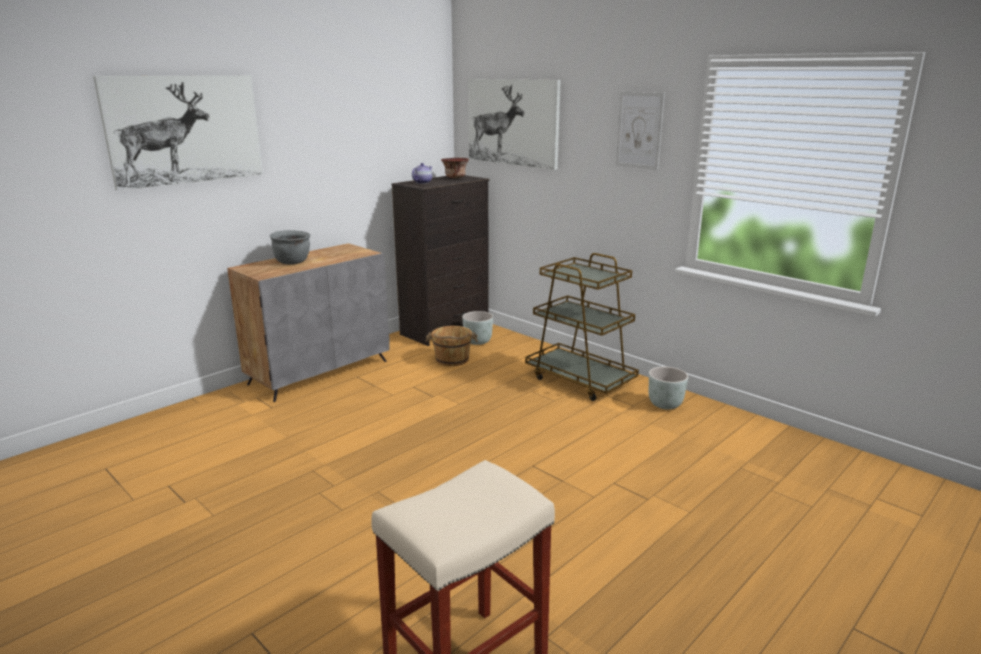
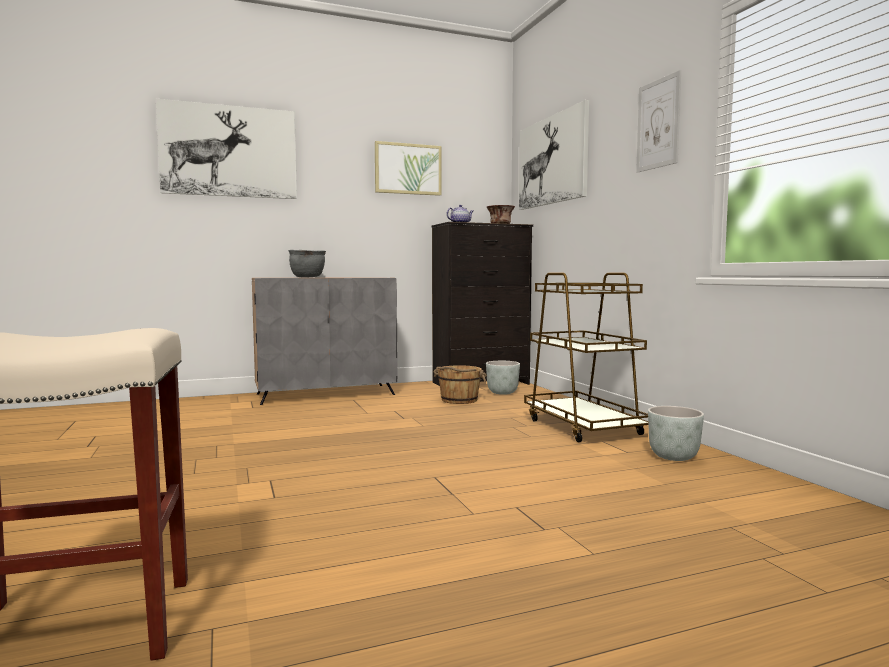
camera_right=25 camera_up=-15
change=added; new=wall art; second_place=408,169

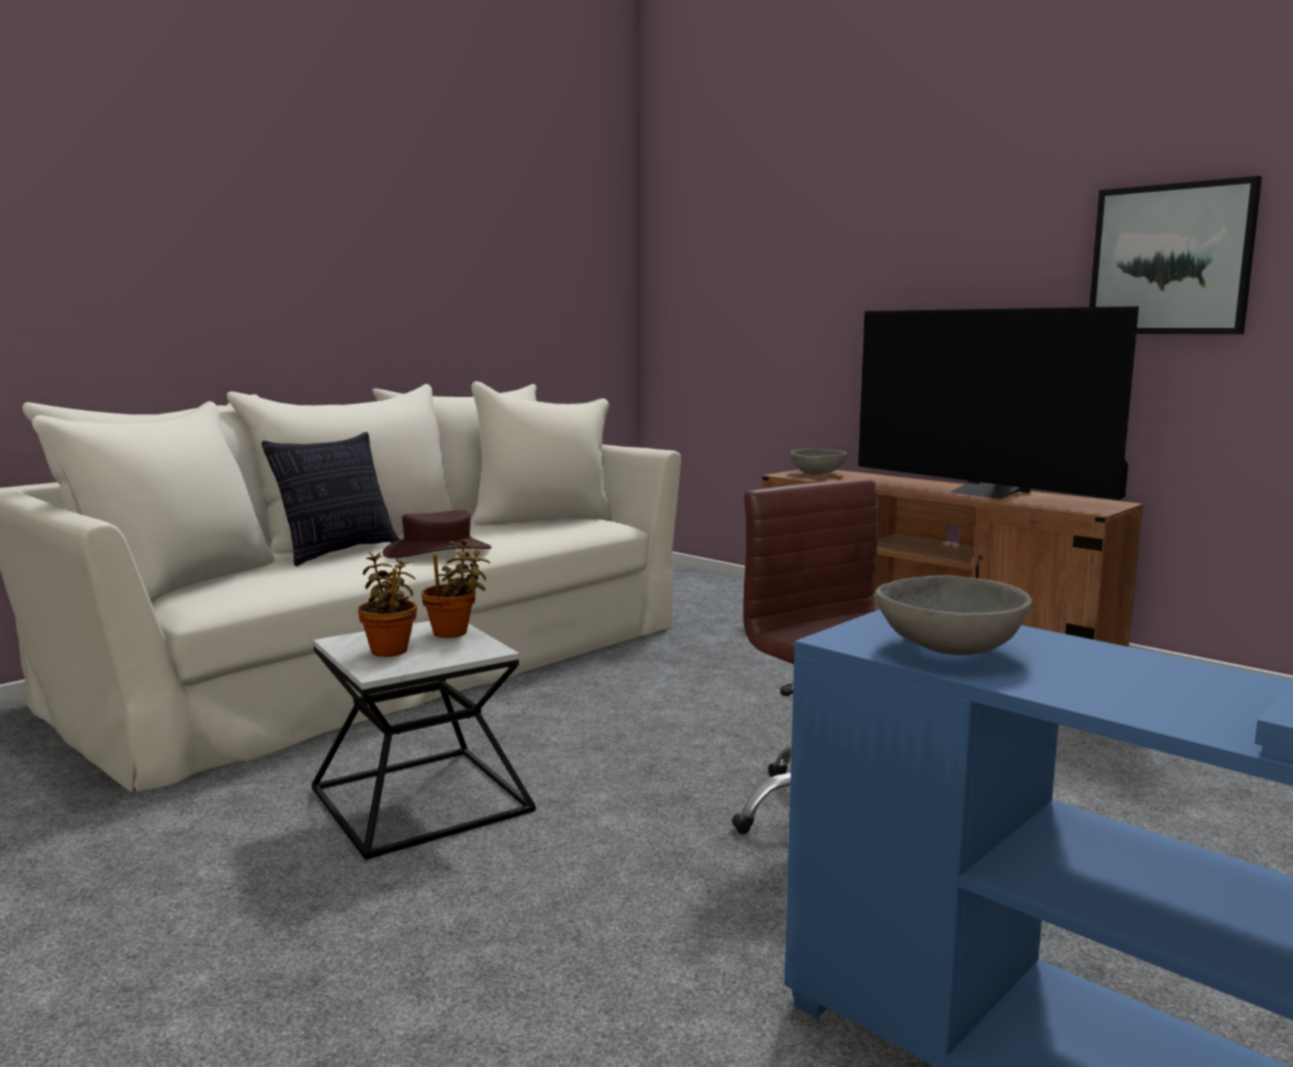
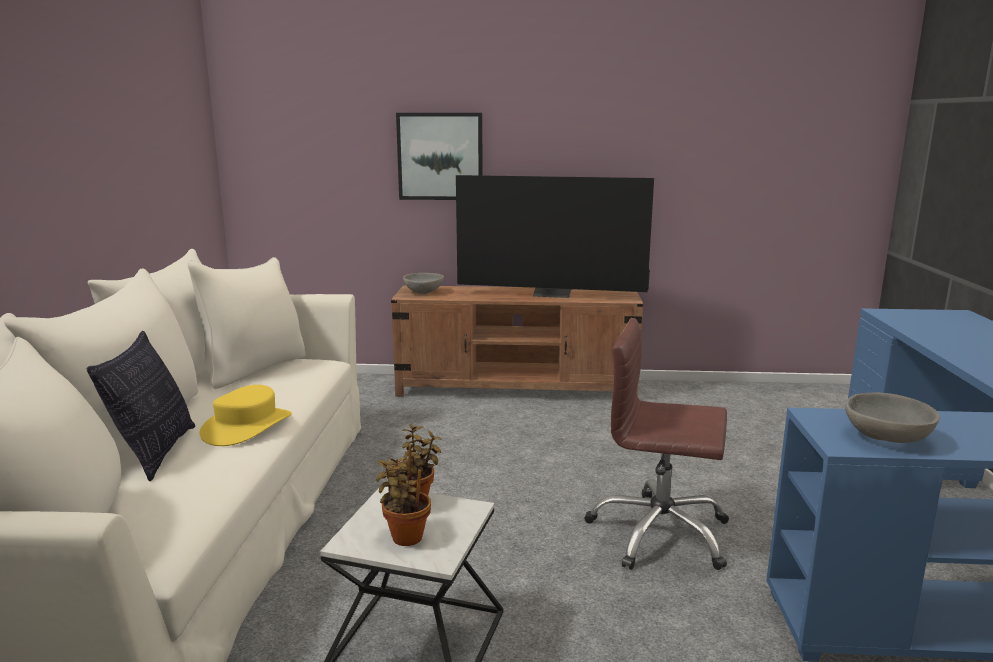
camera_right=-40 camera_up=5
change=recoloured; old=brown wearable hat; new=yellowish wearable hat; first_place=437,551; second_place=247,426
change=moved; old=wall art; first_place=1171,260; second_place=440,156

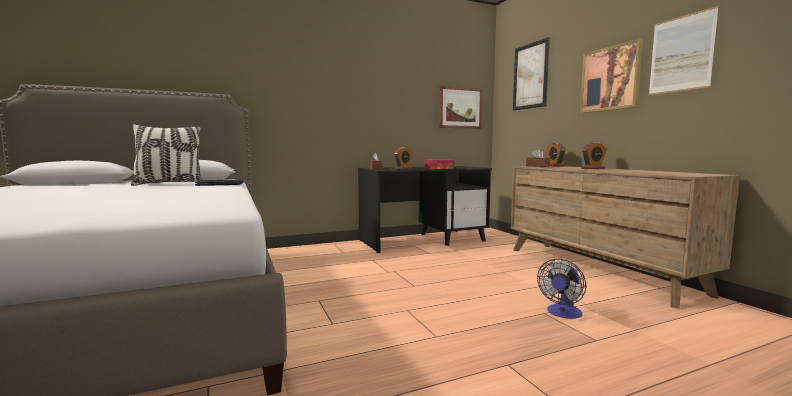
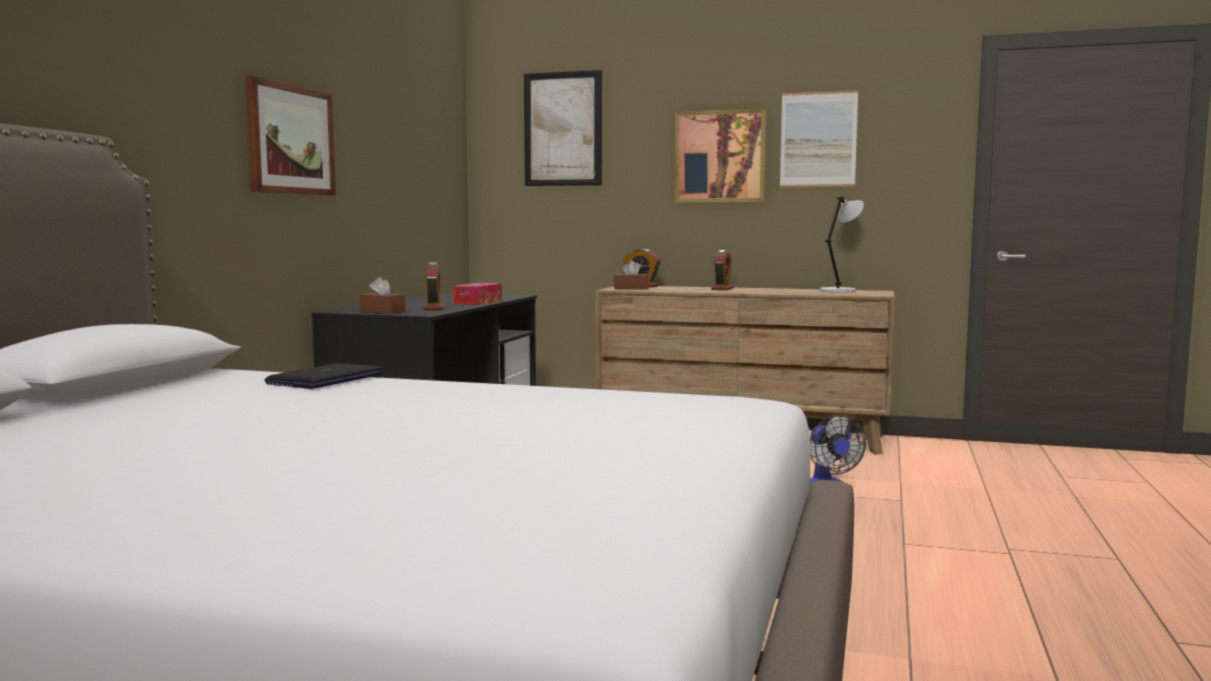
camera_right=-50 camera_up=0
change=moved; old=wall art; first_place=460,108; second_place=290,140
change=added; new=greyish table lamp; second_place=839,291
change=removed; old=throw pillow; first_place=169,183

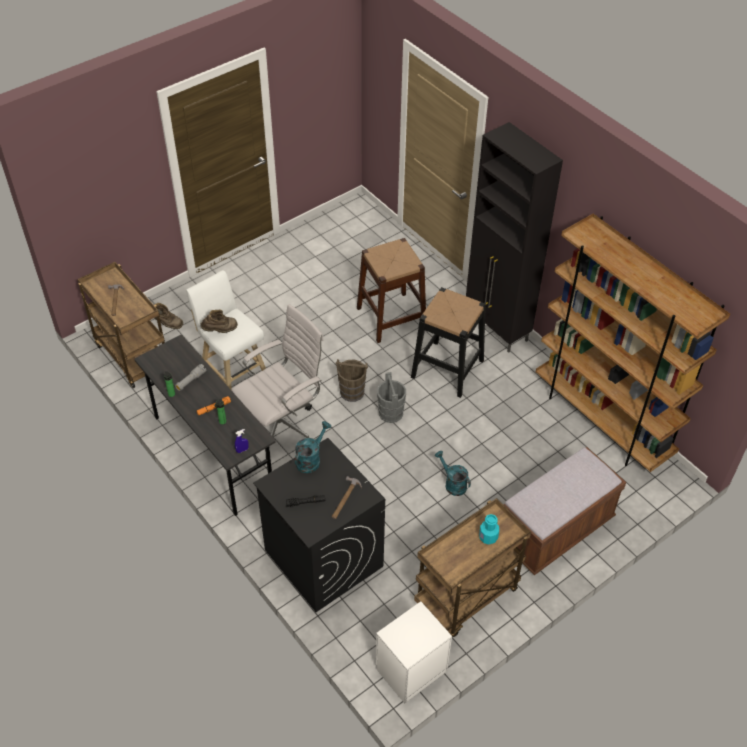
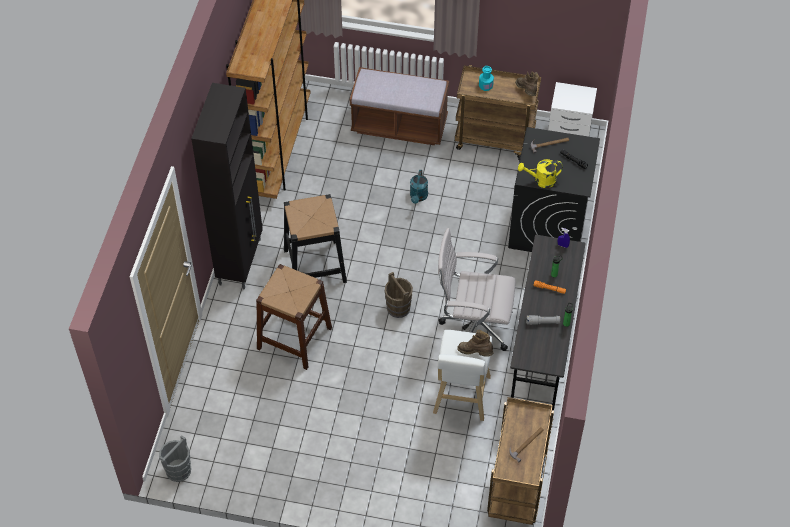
camera_right=-130 camera_up=5
change=moved; old=greyish pail; first_place=390,413; second_place=178,470
change=moved; old=brown high-top boot; first_place=167,323; second_place=526,92
change=recoloured; old=turquoise sprinkling can; new=yellowish sprinkling can; first_place=311,459; second_place=541,181

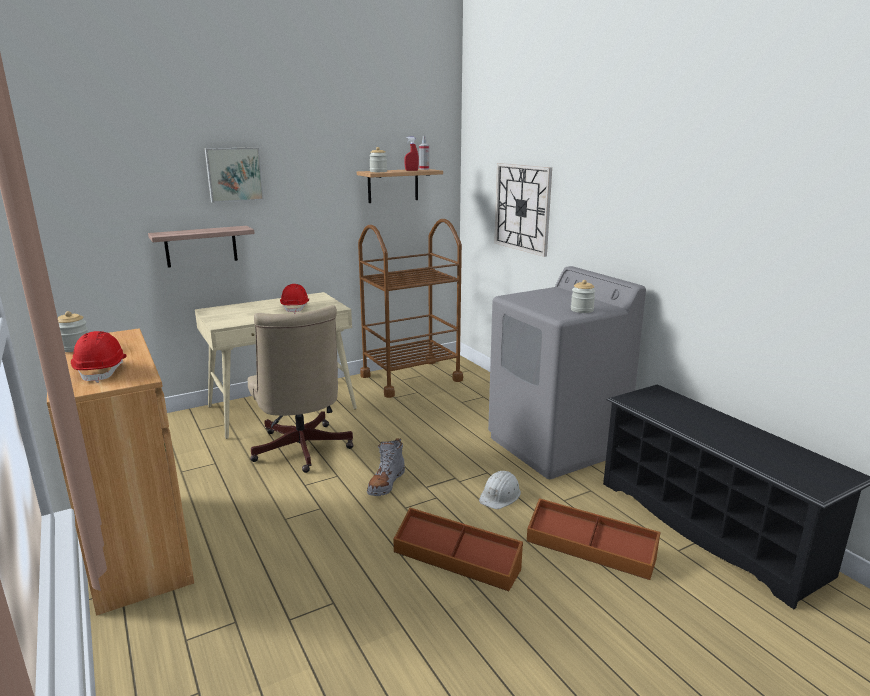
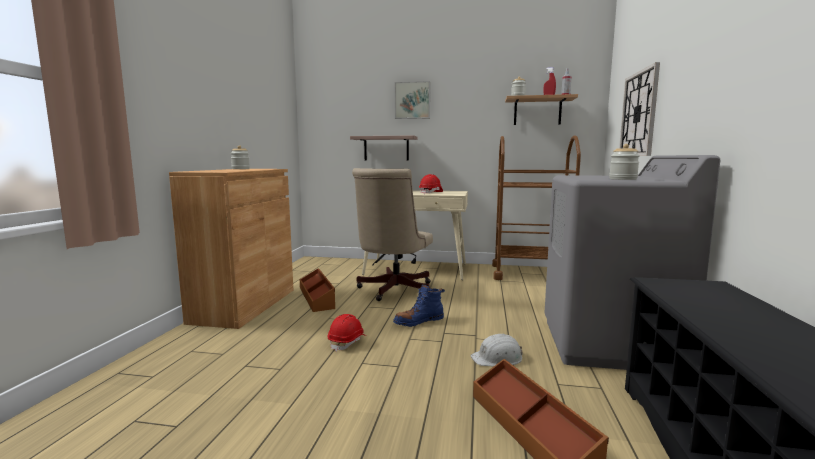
camera_right=40 camera_up=-10
change=moved; old=brown storage container; first_place=457,559; second_place=317,297
change=moved; old=reddish hard hat; first_place=102,371; second_place=347,342
change=recoloured; old=greyish high-top boot; new=blue high-top boot; first_place=386,483; second_place=419,321

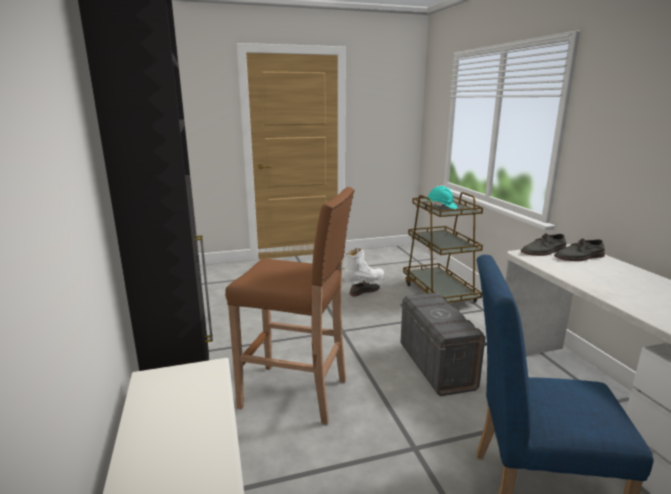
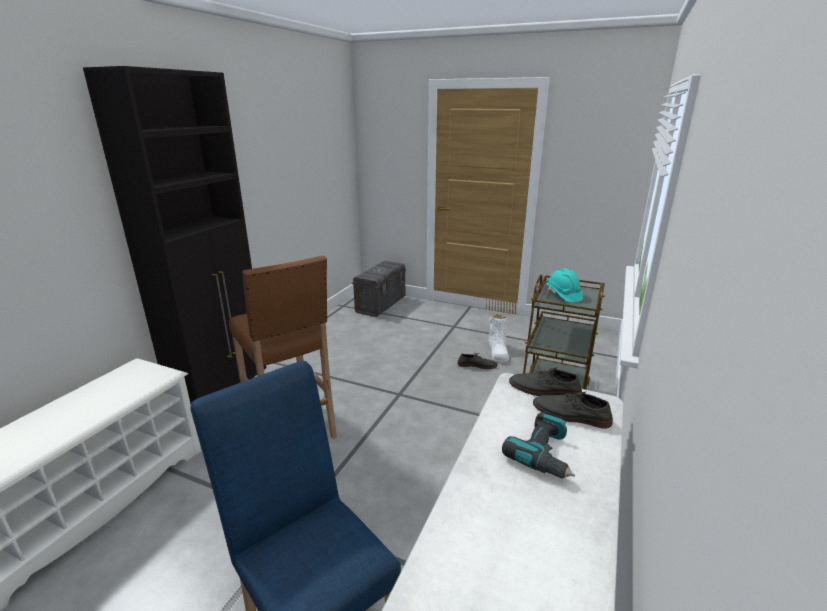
camera_right=40 camera_up=5
change=moved; old=greyish storage container; first_place=436,365; second_place=381,304
change=turned; old=white-coloured high-top boot; first_place=364,278; second_place=498,351; degrees=60
change=added; new=electric drill; second_place=544,454

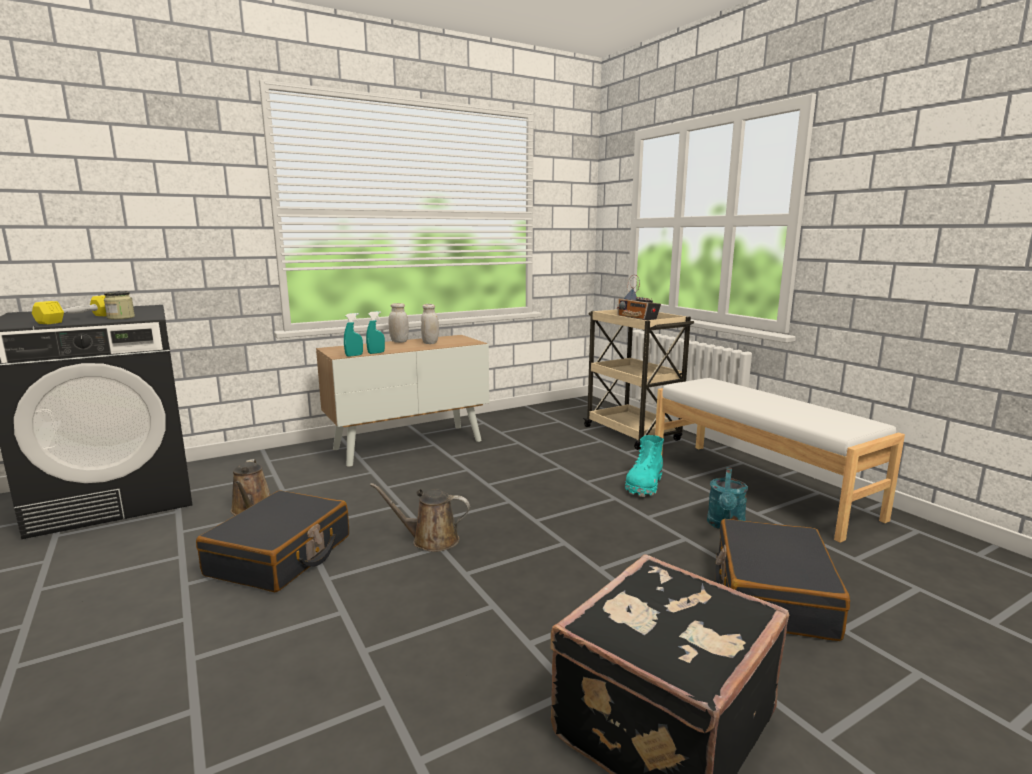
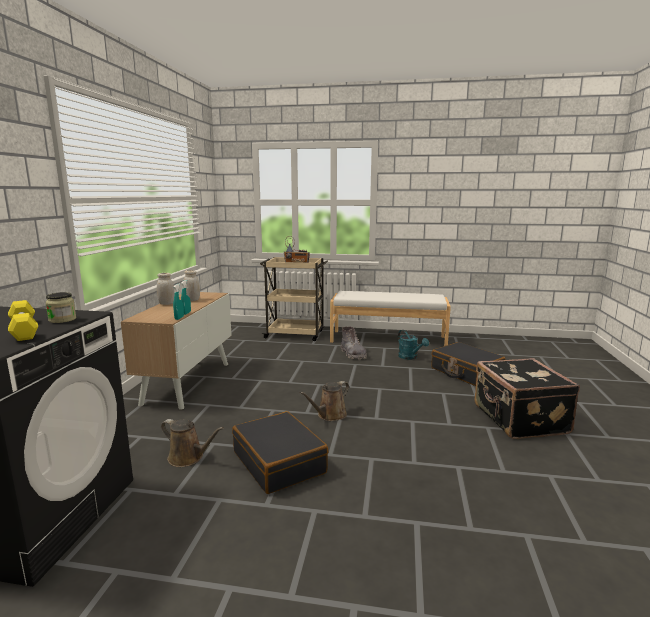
camera_right=-50 camera_up=0
change=recoloured; old=turquoise high-top boot; new=greyish high-top boot; first_place=644,485; second_place=353,354

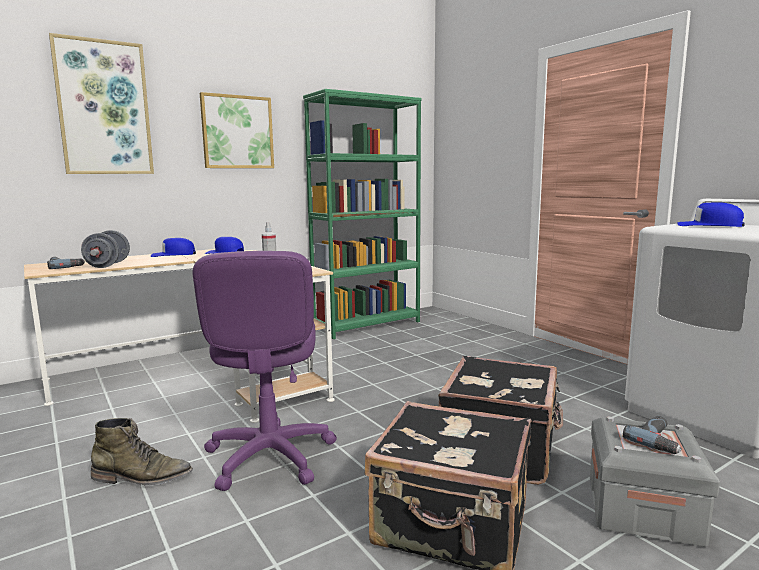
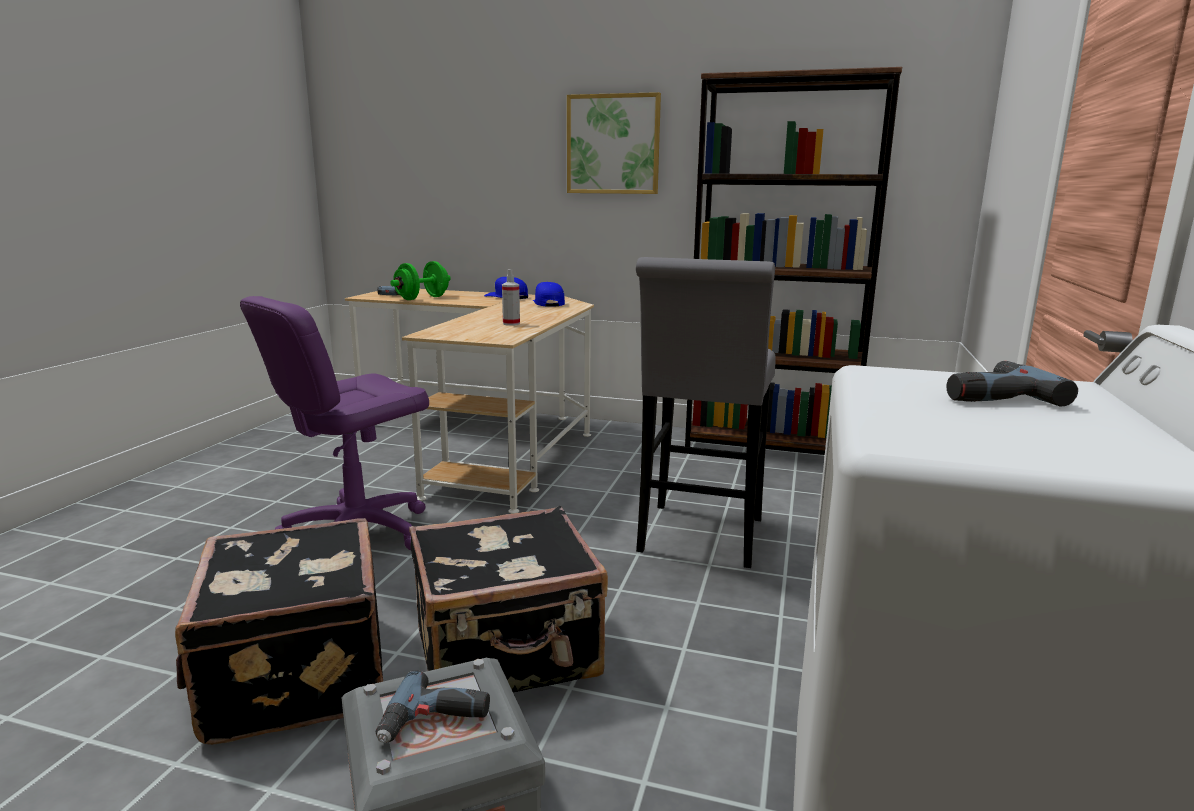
camera_right=50 camera_up=5
change=recoloured; old=greyish hand weight; new=green hand weight; first_place=108,265; second_place=422,298
change=added; new=greyish stool seat; second_place=699,539
change=recoloured; old=green bookshelf; new=brown bookshelf; first_place=367,325; second_place=769,447
change=replaced; old=blue baseball cap; new=electric drill; first_place=709,226; second_place=990,394
change=removed; old=wall art; first_place=104,108
change=removed; old=green high-top boot; first_place=142,477

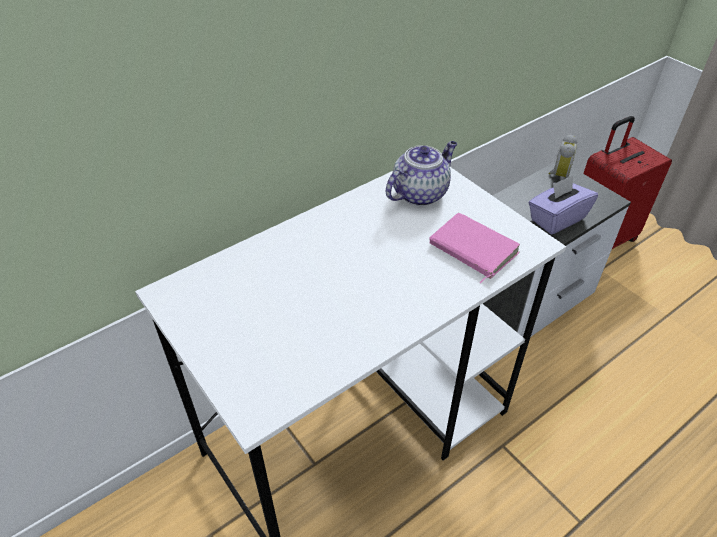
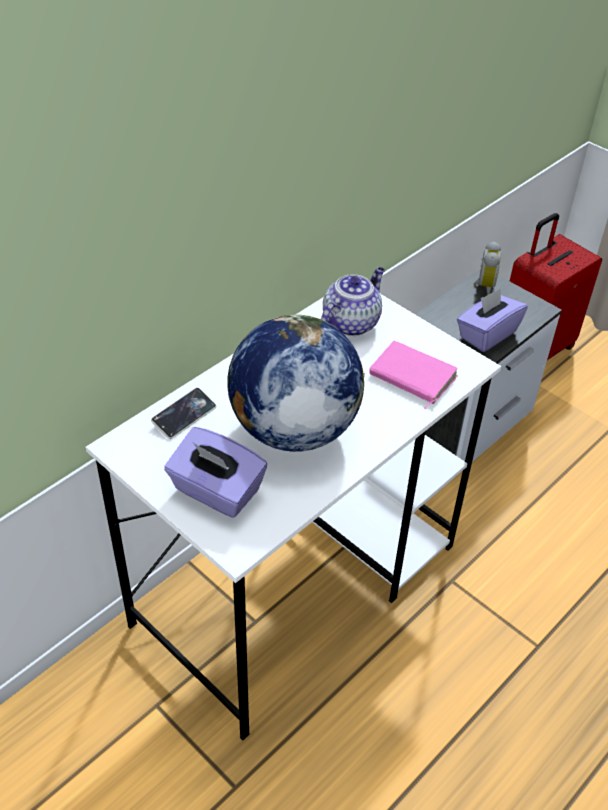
camera_right=-10 camera_up=0
change=added; new=telephone; second_place=184,416
change=added; new=purple-coloured tissue holder; second_place=216,491
change=added; new=world globe; second_place=293,429

